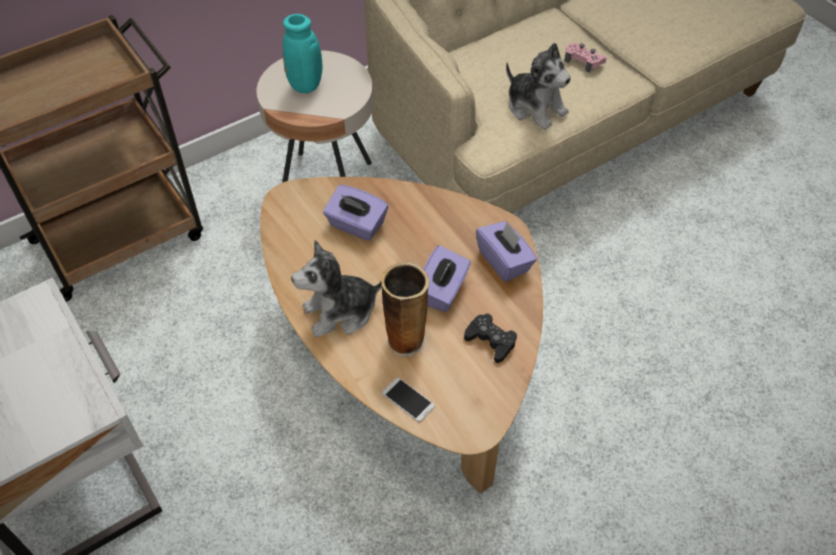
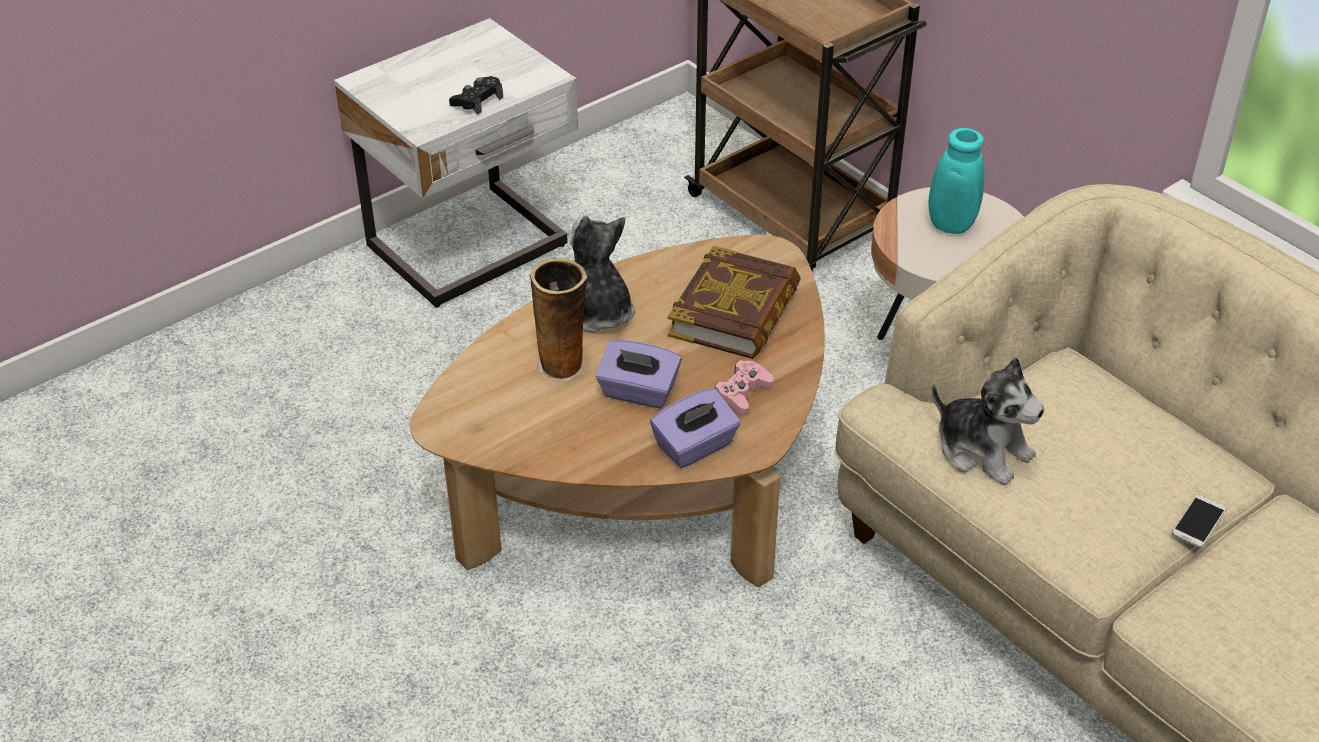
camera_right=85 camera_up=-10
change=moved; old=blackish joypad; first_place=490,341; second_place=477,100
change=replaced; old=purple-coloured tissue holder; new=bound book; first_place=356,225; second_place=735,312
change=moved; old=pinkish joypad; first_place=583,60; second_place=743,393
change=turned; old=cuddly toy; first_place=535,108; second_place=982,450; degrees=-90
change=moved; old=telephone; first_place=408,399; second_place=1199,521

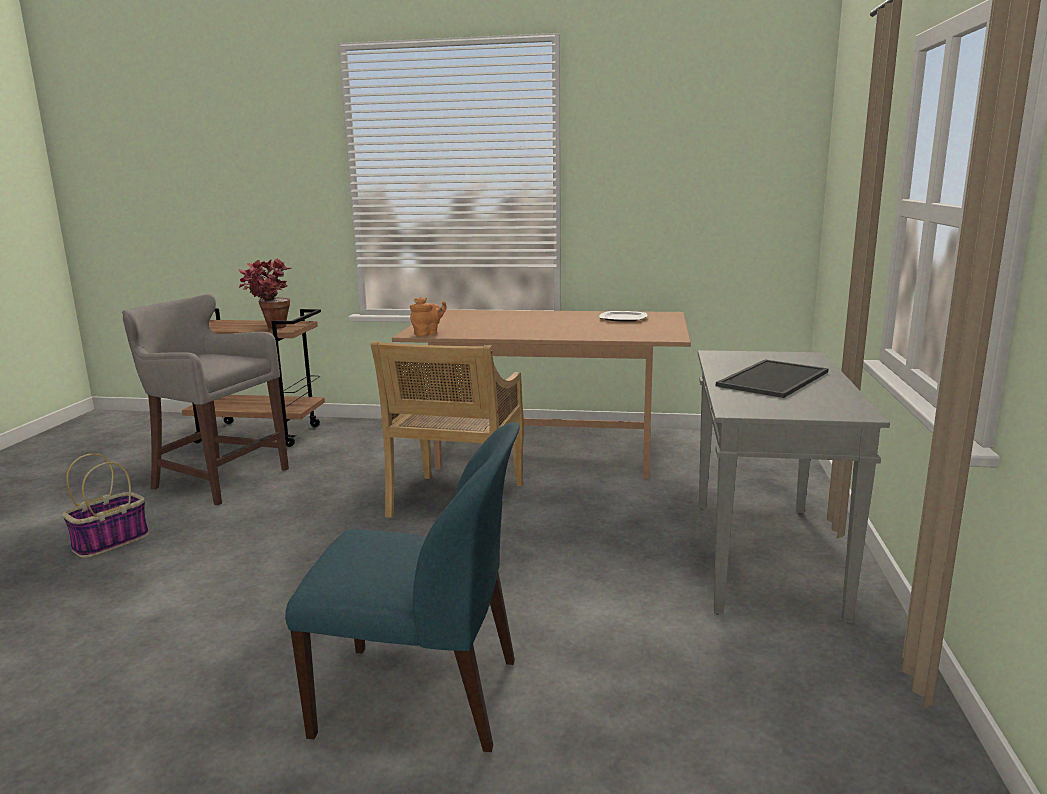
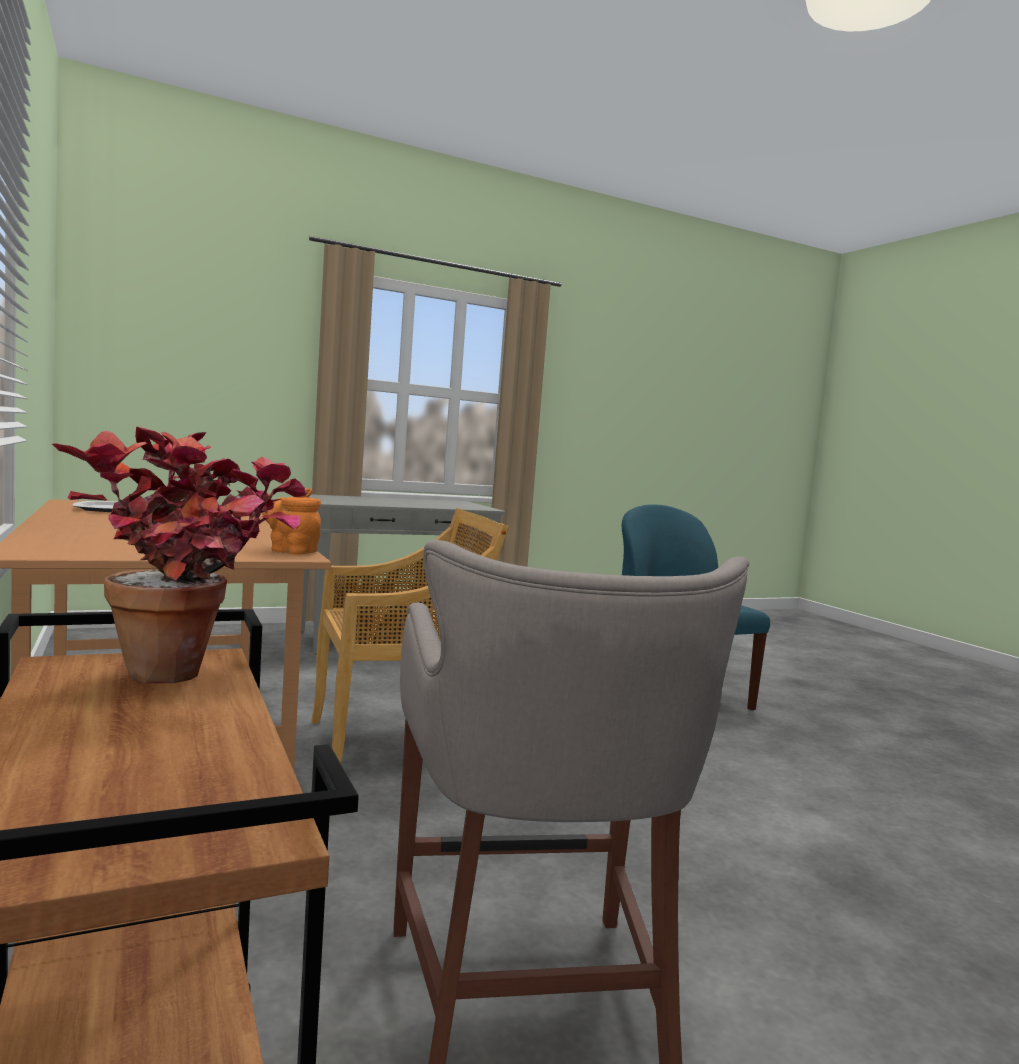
camera_right=-125 camera_up=-10
change=removed; old=basket; first_place=111,541
change=removed; old=tray; first_place=772,378

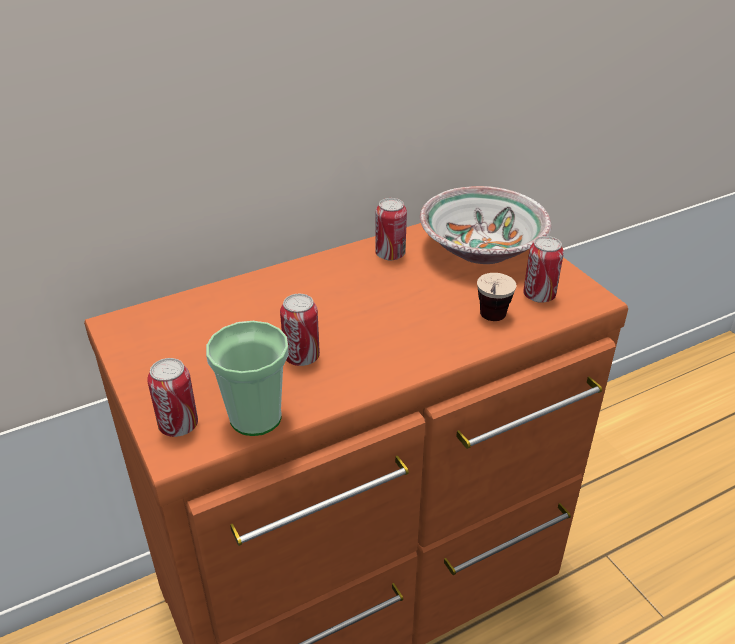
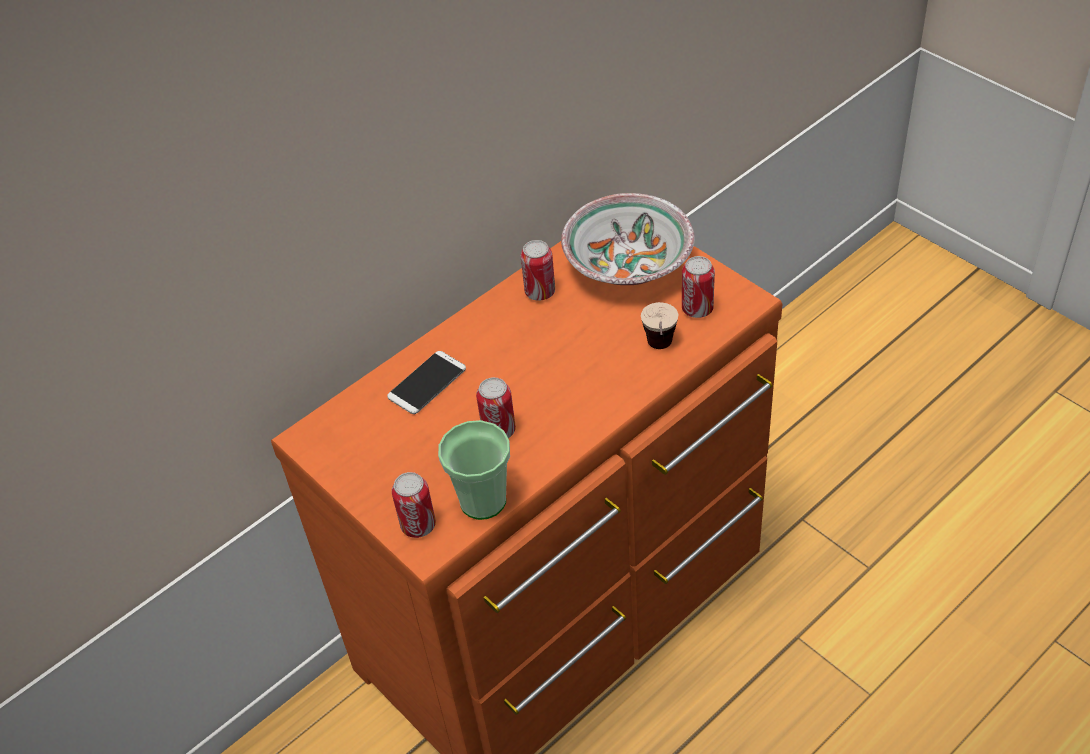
camera_right=-10 camera_up=10
change=added; new=telephone; second_place=427,383

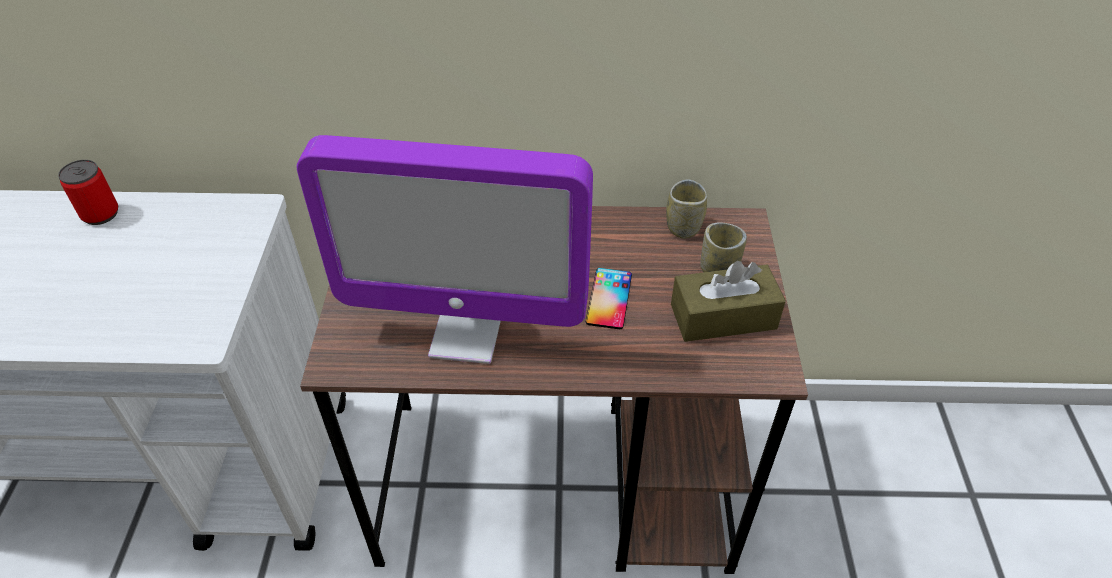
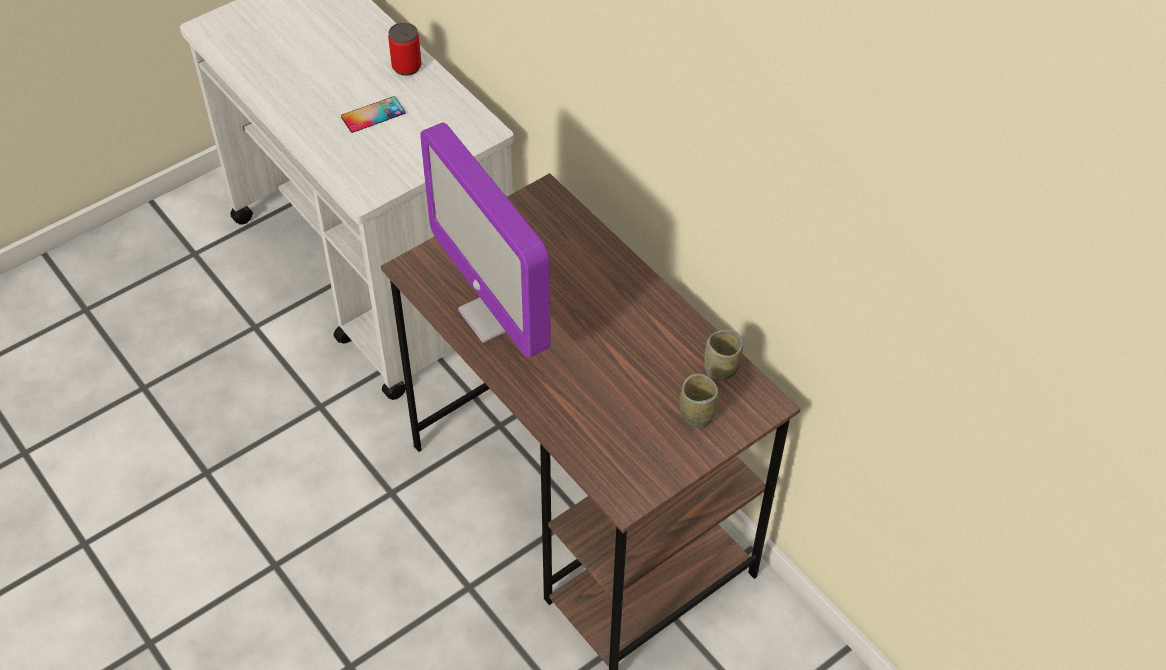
camera_right=50 camera_up=5
change=moved; old=telephone; first_place=609,298; second_place=373,115
change=removed; old=brown tissue holder; first_place=723,316

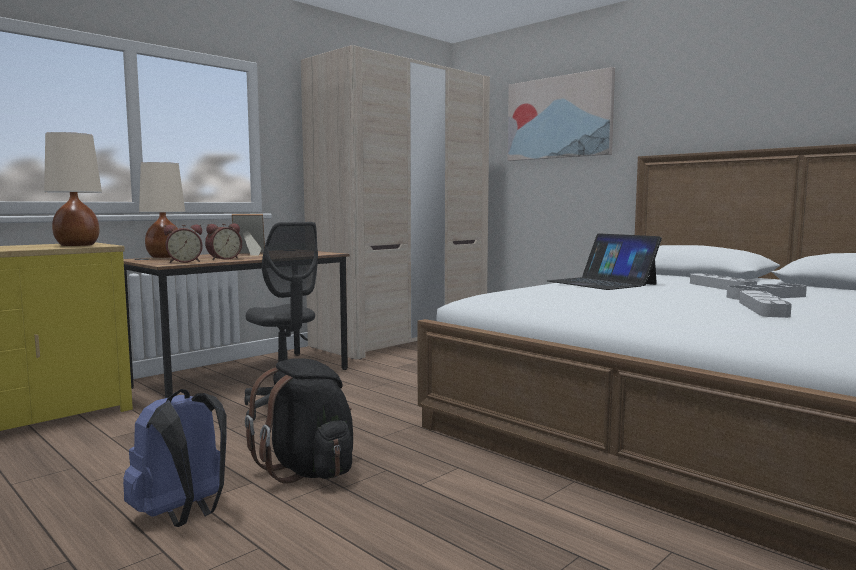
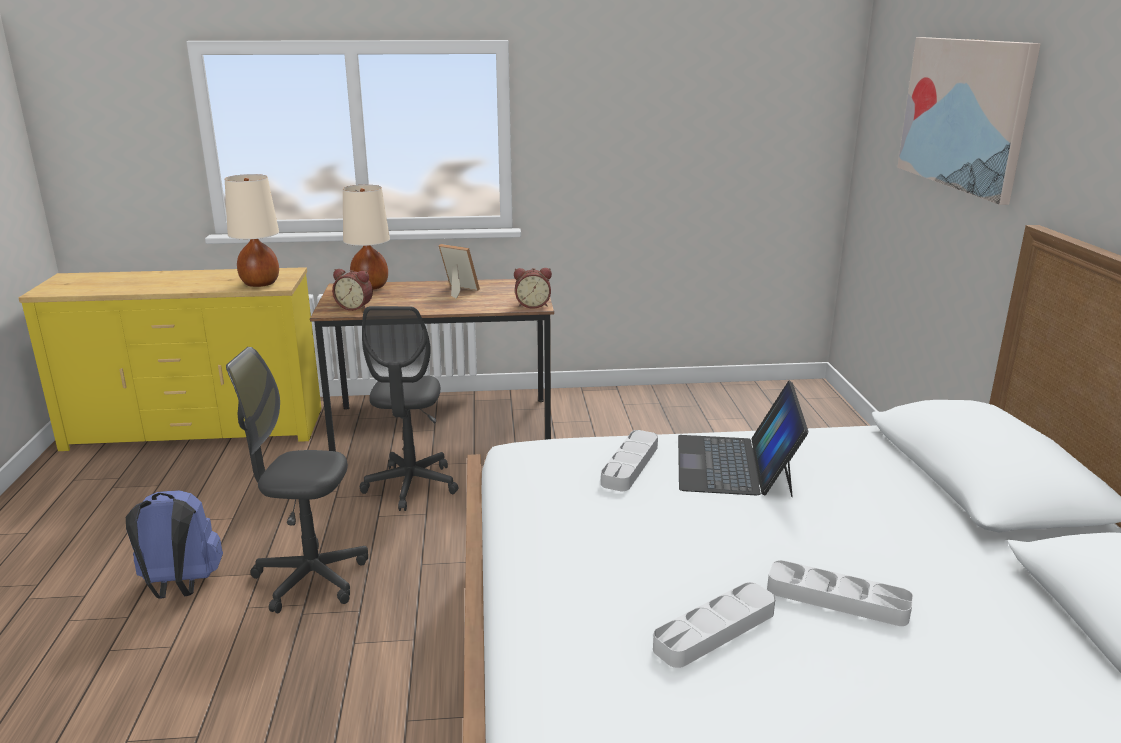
camera_right=40 camera_up=15
change=replaced; old=blackish rucksack; new=greyish desk chair; first_place=308,470; second_place=310,579
change=moved; old=table clock; first_place=223,259; second_place=533,305
change=moved; old=greyish tray; first_place=721,287; second_place=630,465
change=removed; old=beige-coloured wardrobe; first_place=402,338

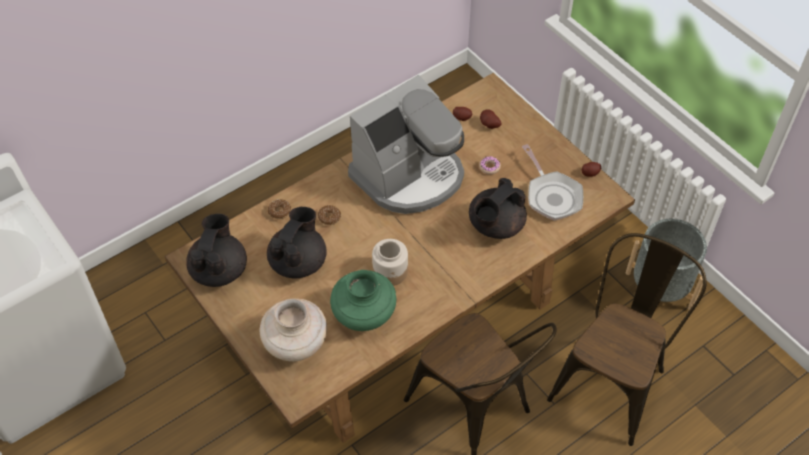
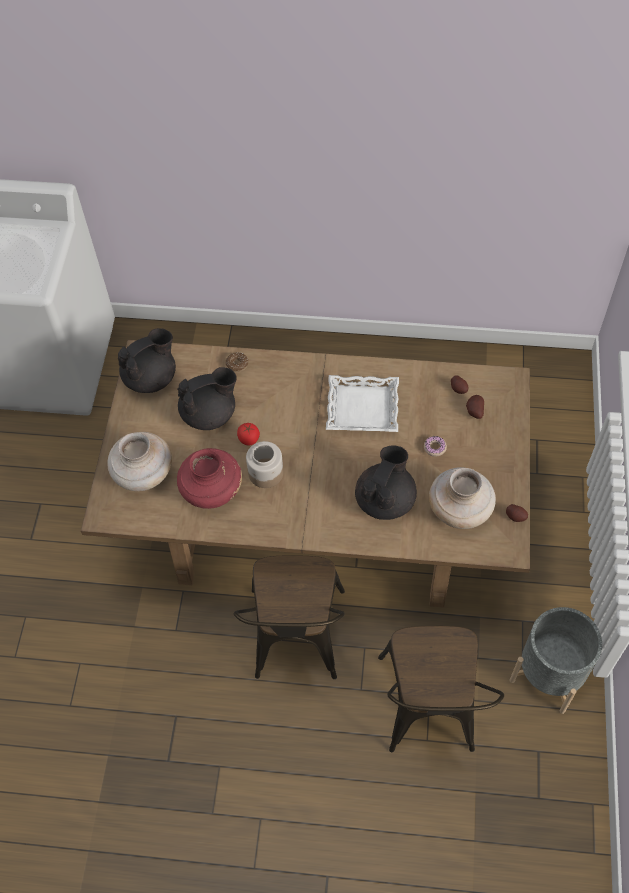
camera_right=45 camera_up=5
change=recoloured; old=green decorative vase; new=reddish decorative vase; first_place=363,315; second_place=211,491
change=added; new=tomato; second_place=249,439
change=replaced; old=coffee maker; new=white-coloured tray; first_place=409,176; second_place=362,407
change=turned; old=blackish pot for tea; first_place=495,226; second_place=385,500; degrees=120
change=turned; old=brown upright chair; first_place=613,379; second_place=429,712; degrees=105
change=replaced; old=skillet; new=beige-coloured decorative vase; first_place=552,196; second_place=460,510
change=removed; old=doughnut; first_place=329,217

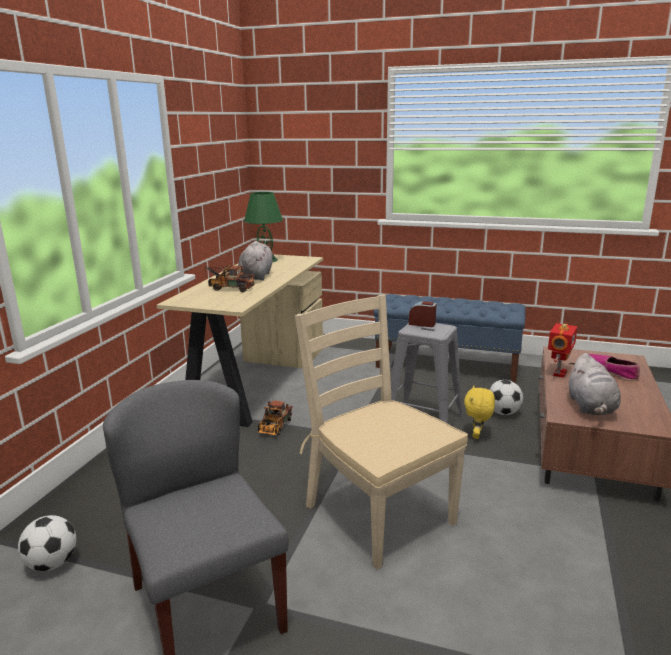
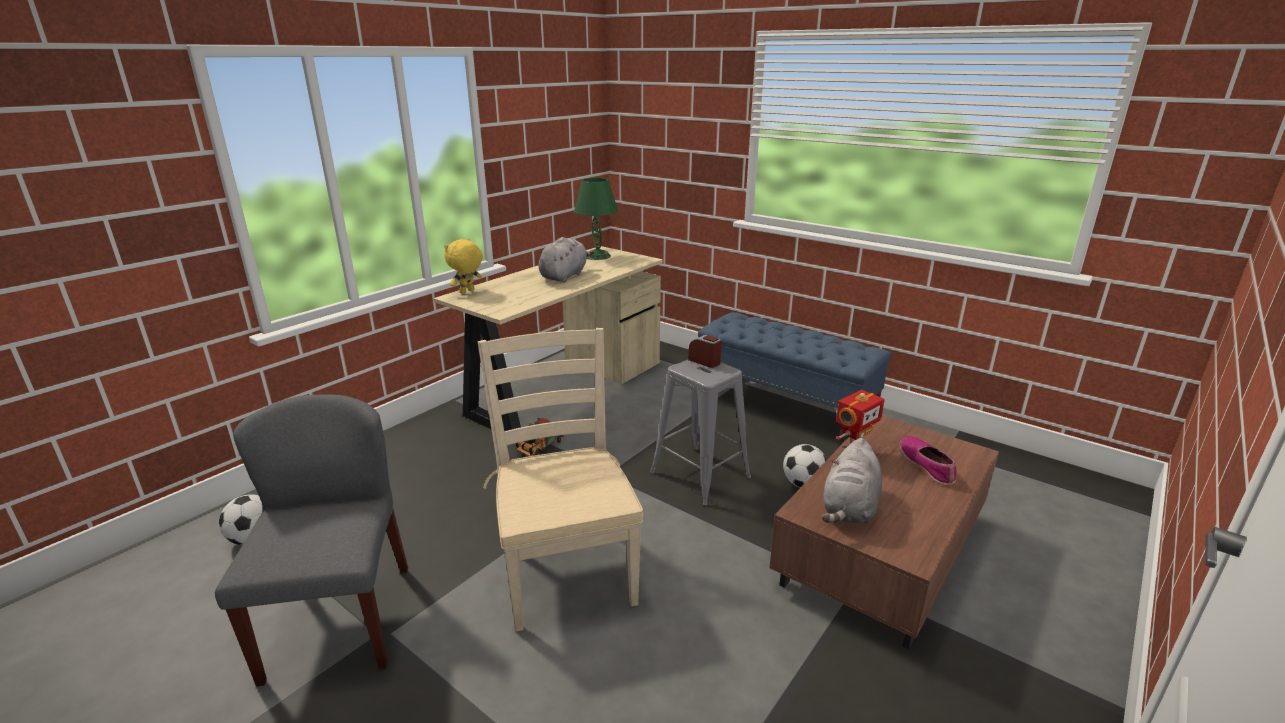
camera_right=20 camera_up=5
change=moved; old=yellowish cuddly toy; first_place=477,435; second_place=467,292
change=removed; old=model truck; first_place=229,288

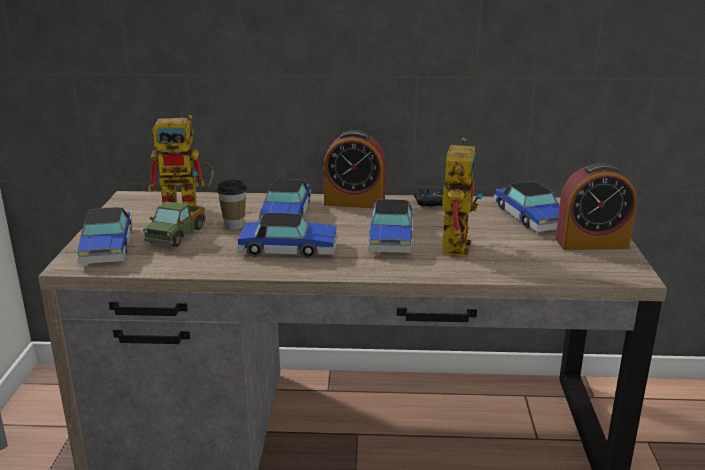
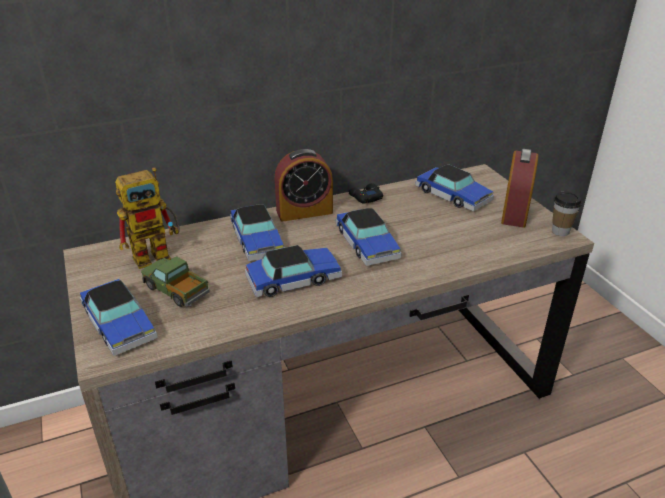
camera_right=-25 camera_up=10
change=turned; old=model truck; first_place=176,235; second_place=176,291; degrees=135
change=turned; old=table clock; first_place=591,243; second_place=515,212; degrees=135
change=moved; old=small cup; first_place=234,226; second_place=560,231
change=removed; old=toy robot; first_place=453,243

